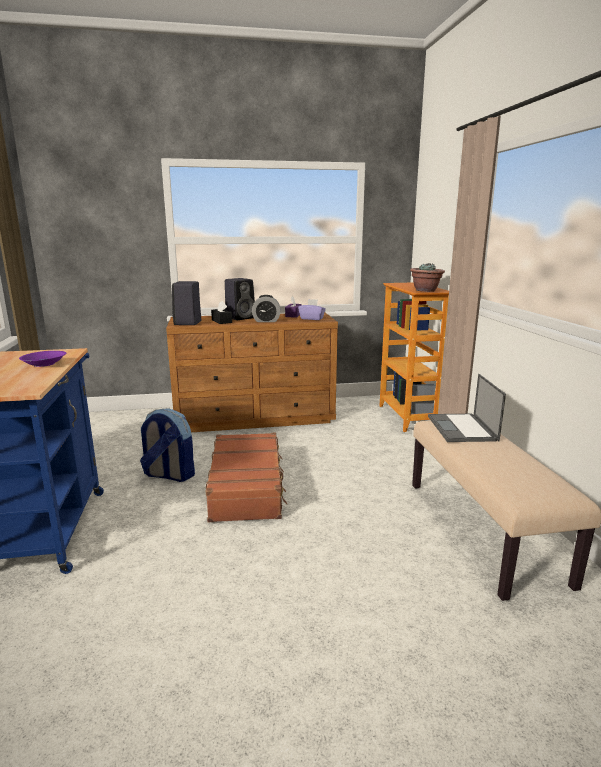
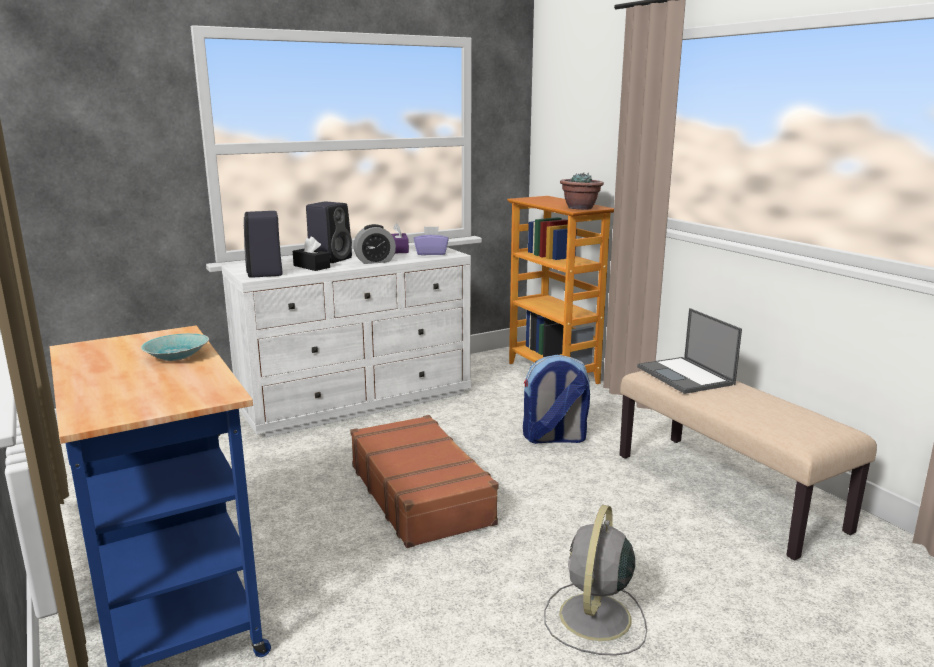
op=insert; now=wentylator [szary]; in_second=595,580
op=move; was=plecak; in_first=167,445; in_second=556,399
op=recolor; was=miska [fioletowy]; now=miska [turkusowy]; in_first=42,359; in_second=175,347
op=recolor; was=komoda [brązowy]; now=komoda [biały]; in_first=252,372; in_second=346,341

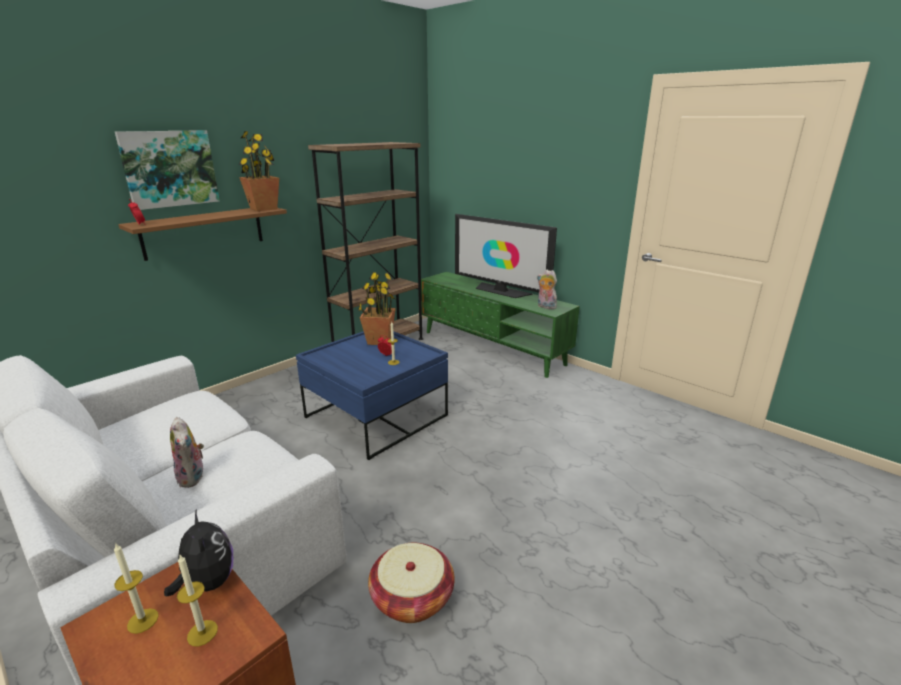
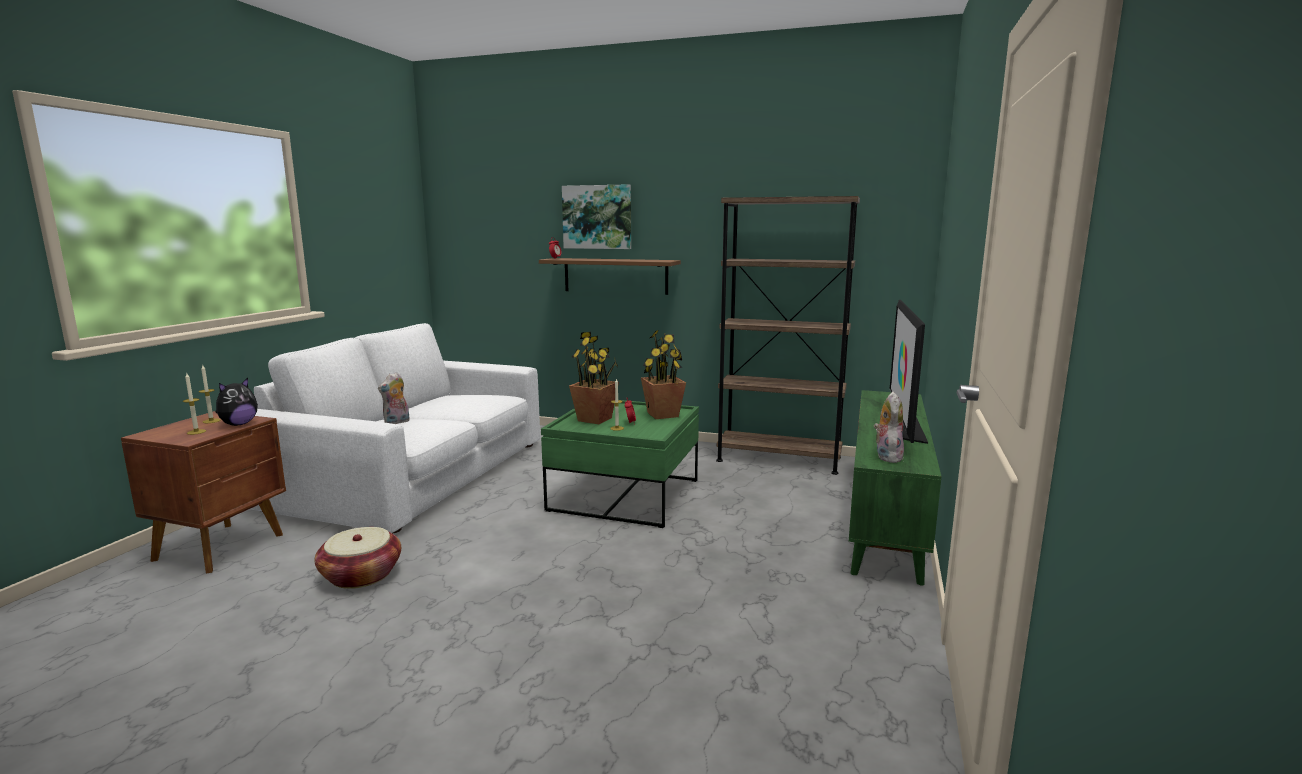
op=move; was=roślina doniczkowa; in_first=259,171; in_second=594,378
op=recolor; was=ława [niebieski]; now=ława [zielony]; in_first=372,395; in_second=620,464

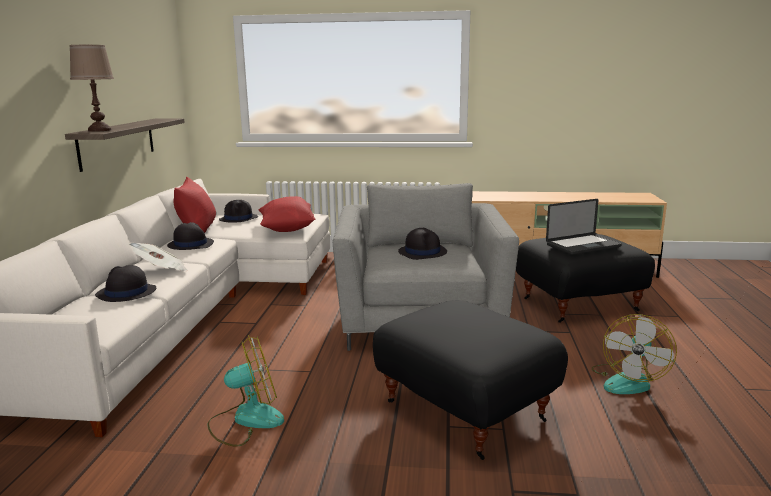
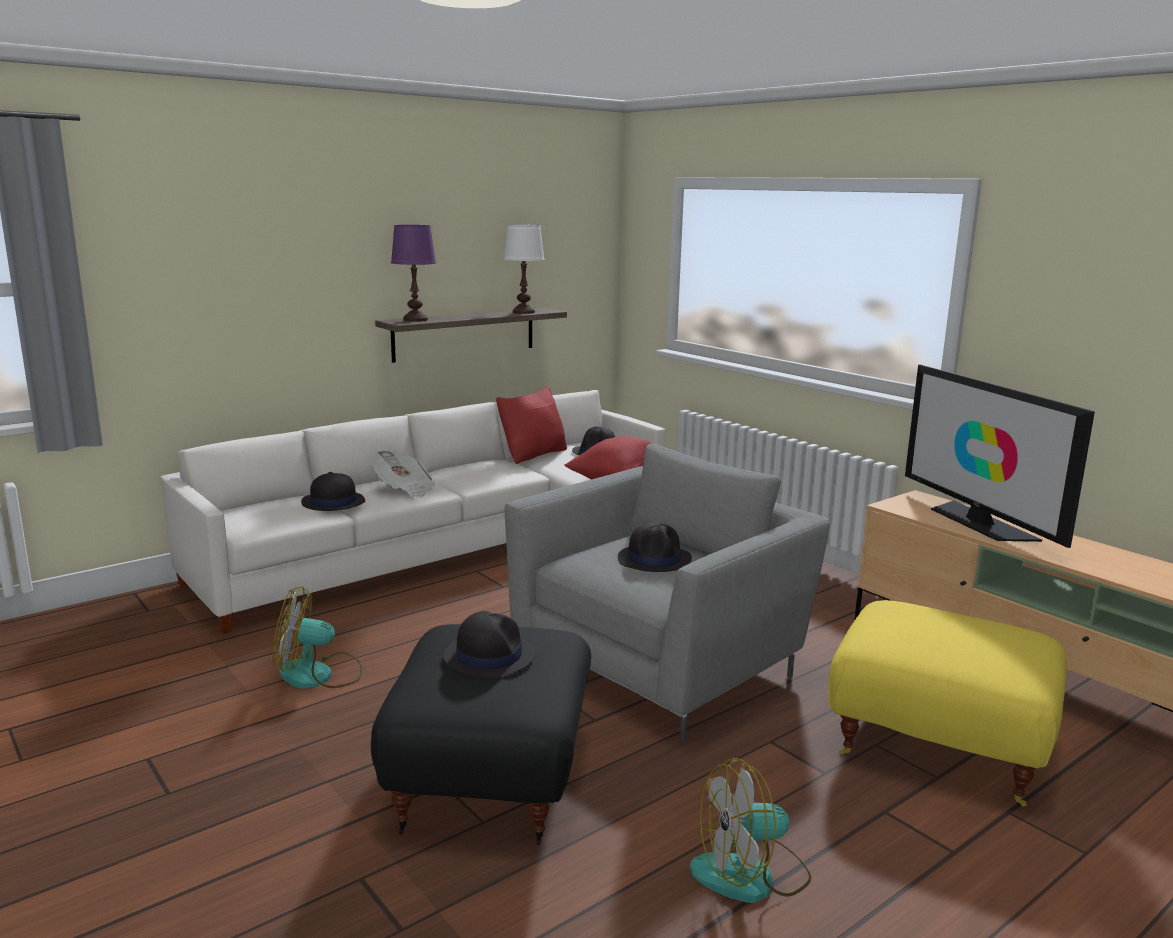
op=delete; was=laptop; in_first=584,227
op=insert; now=lampa stołowa [biały]; in_second=524,269
op=insert; now=telewizor; in_second=1000,456
op=move; was=kapelusz [czarny]; in_first=190,236; in_second=489,645
op=recolor; was=lampa stołowa [brązowy]; now=lampa stołowa [fioletowy]; in_first=91,88; in_second=413,273
op=recolor; was=pufa [czarny]; now=pufa [żółty]; in_first=585,278; in_second=948,703
op=rotate; was=wentylator; in_first=246,391; in_second=317,637; clockwise=150

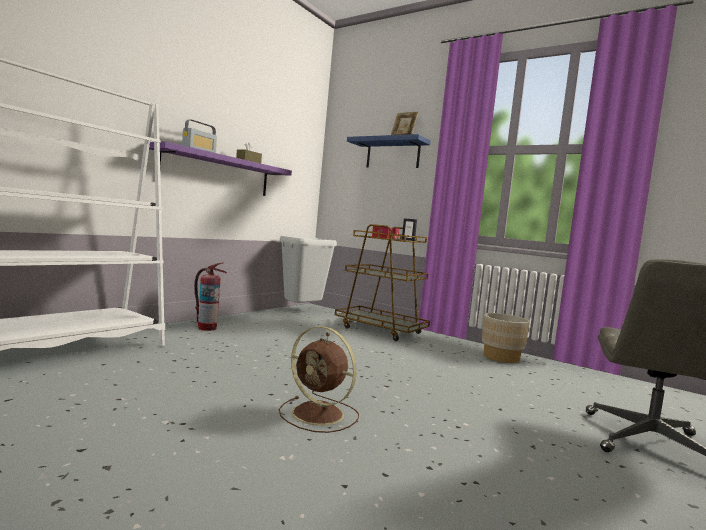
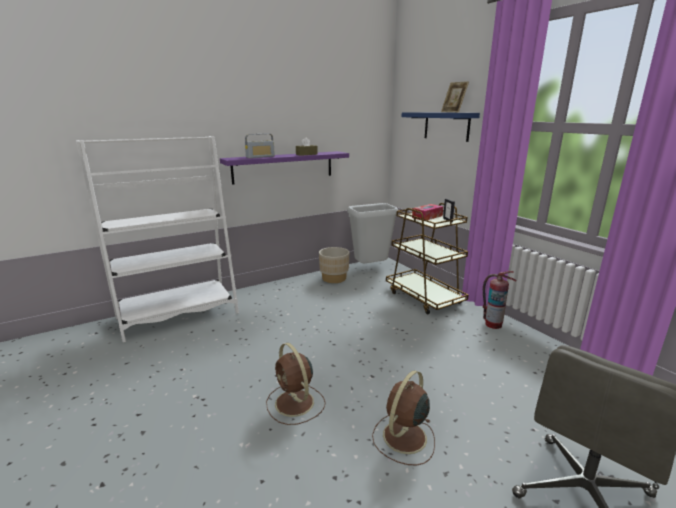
op=insert; now=wentylator [brązowy]; in_second=403,418
op=move; was=gaśnica; in_first=210,297; in_second=499,300
op=move; was=donica [beżowy]; in_first=506,338; in_second=334,265

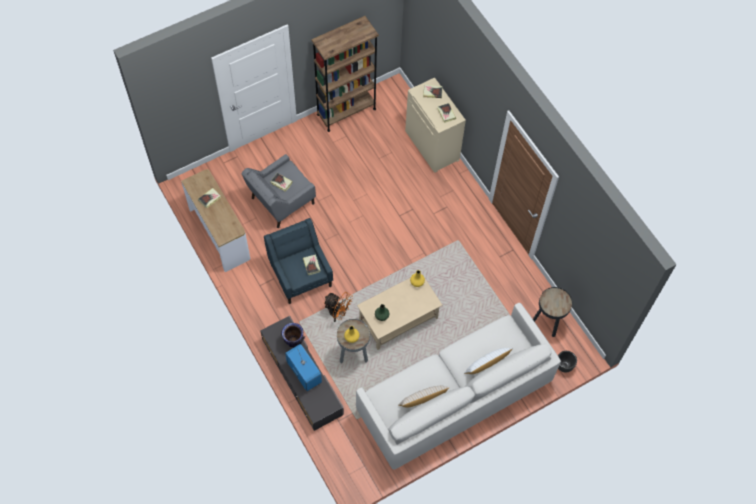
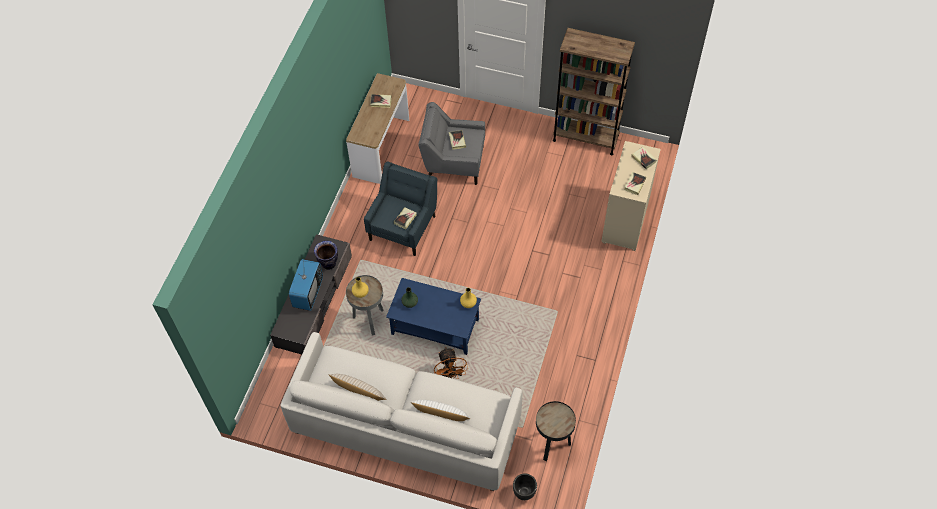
op=move; was=wentylator [pomarańczowy]; in_first=338,307; in_second=451,363
op=recolor; was=ława [beżowy]; now=ława [niebieski]; in_first=399,311; in_second=433,316

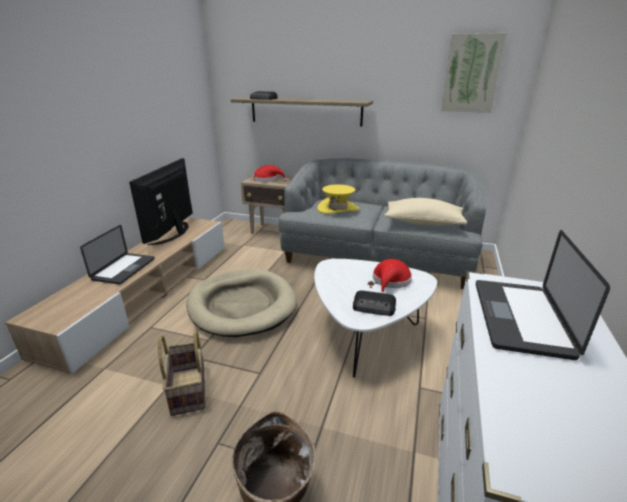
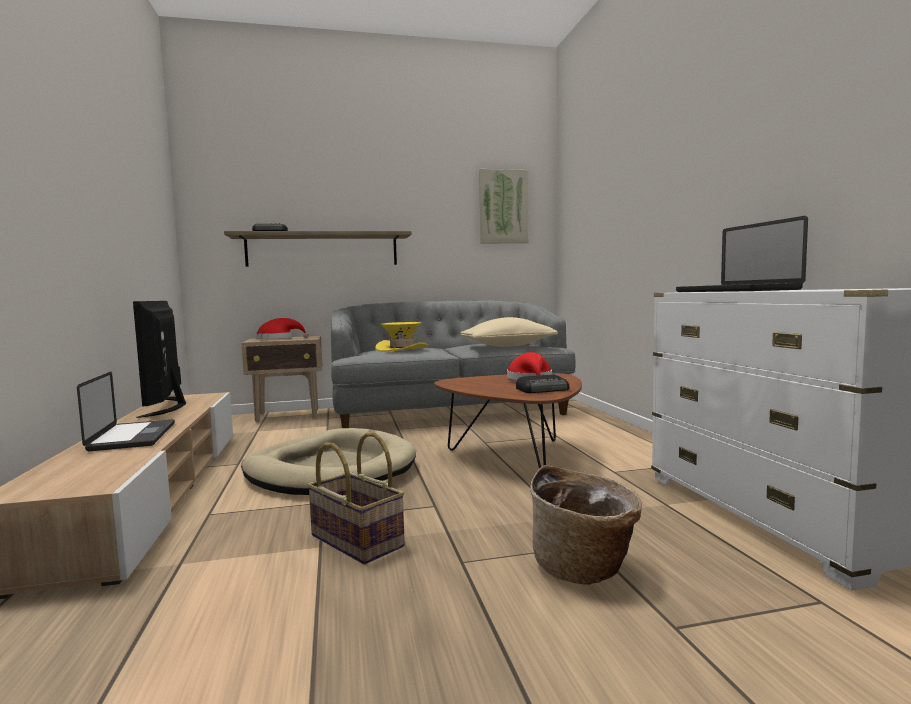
op=recolor; was=ława [biały]; now=ława [brązowy]; in_first=375,318; in_second=508,421

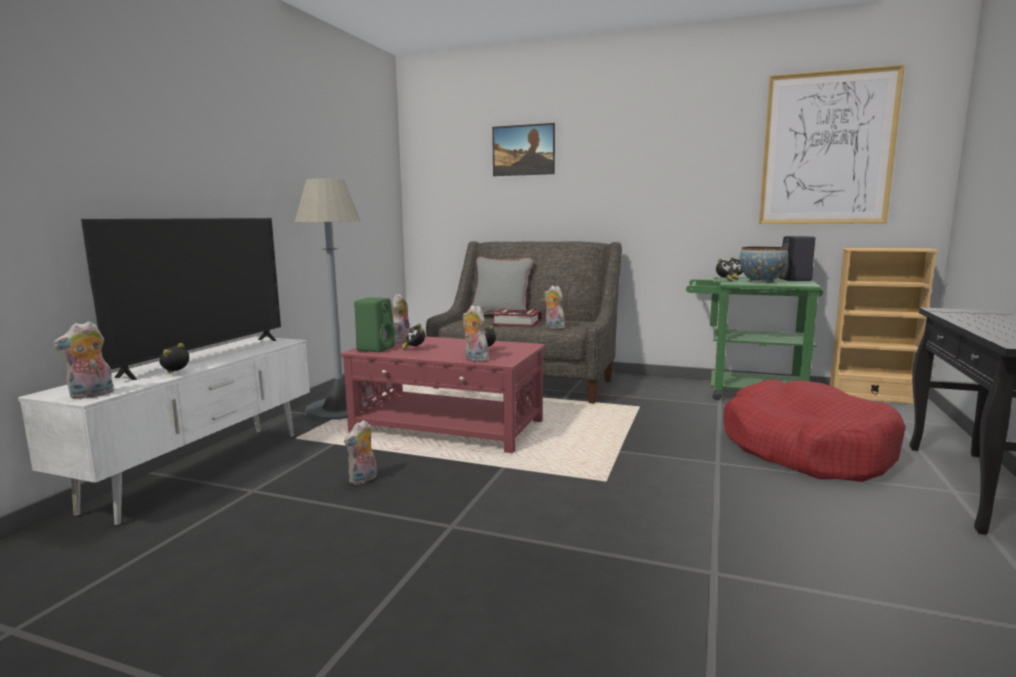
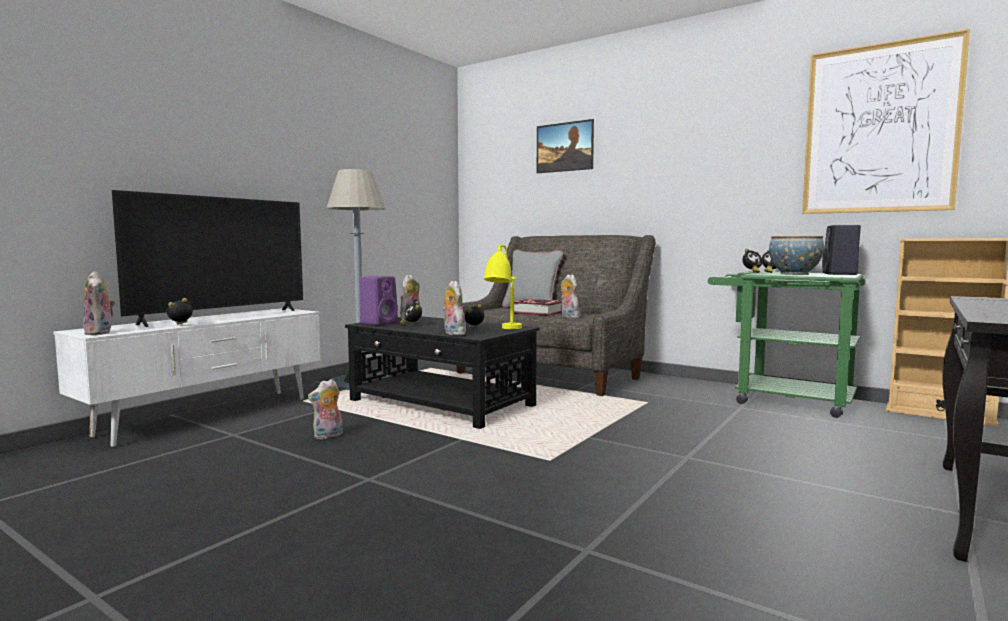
op=delete; was=legowisko [czerwony]; in_first=814,430
op=insert; now=lampa stołowa [żółty]; in_second=503,287
op=recolor; was=ława [czerwony]; now=ława [czarny]; in_first=442,394; in_second=442,372
op=recolor; was=głośnik [zielony]; now=głośnik [fioletowy]; in_first=374,324; in_second=379,300
op=rotate; was=pluszak; in_first=83,360; in_second=99,303; clockwise=-90

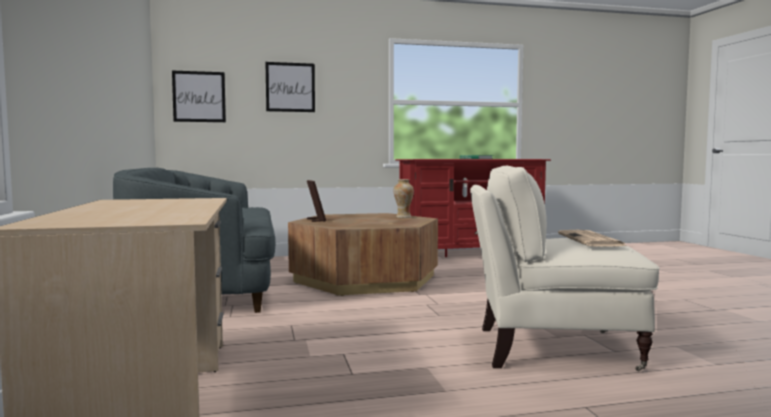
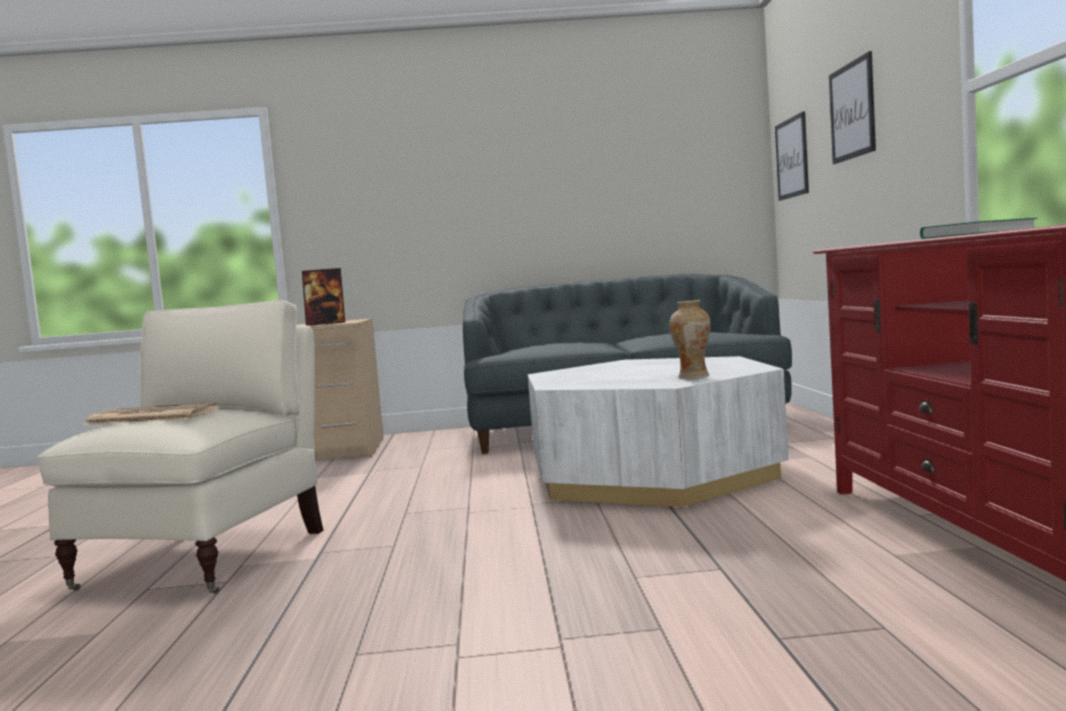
op=move; was=ramka na zdjęcie; in_first=316,201; in_second=323,297
op=recolor; was=ława [brązowy]; now=ława [biały]; in_first=363,254; in_second=658,432

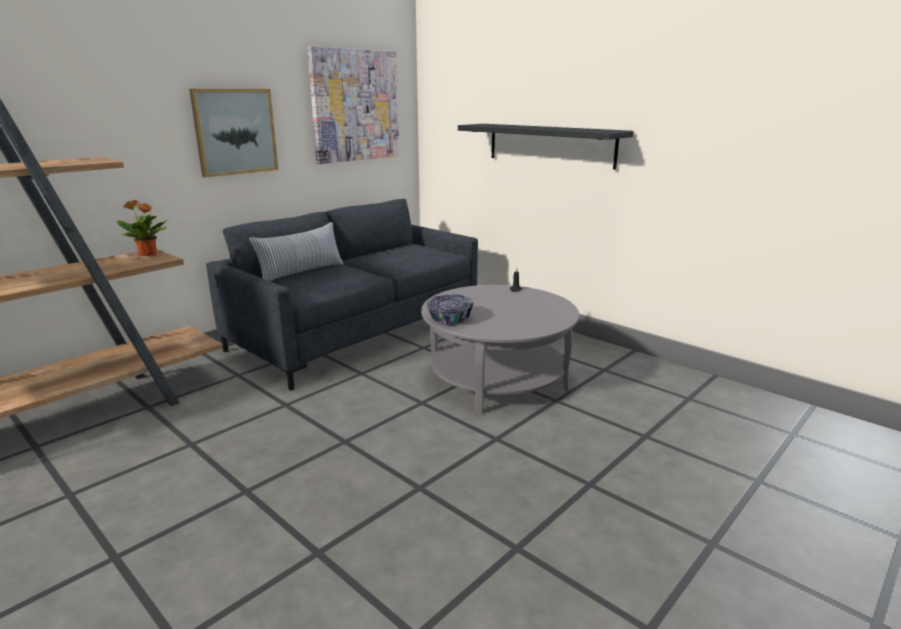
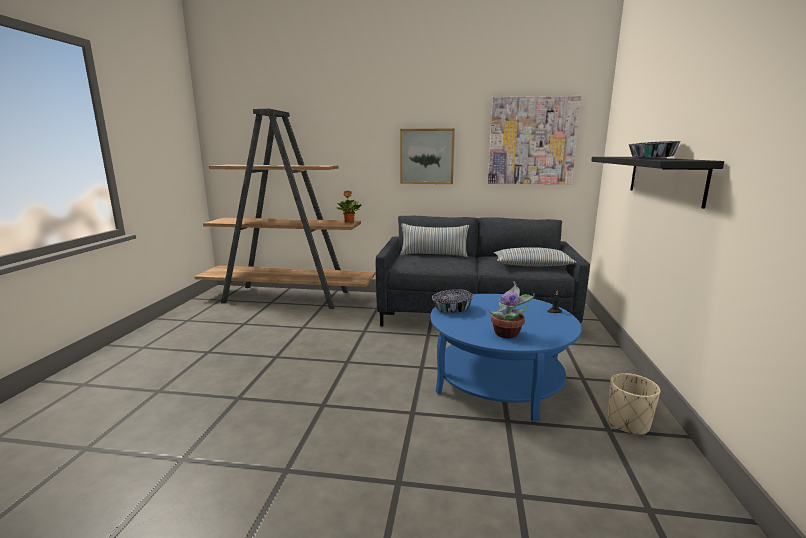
op=insert; now=roślina doniczkowa; in_second=511,309
op=insert; now=poduszka; in_second=535,257
op=insert; now=donica [beżowy]; in_second=634,404
op=insert; now=miska; in_second=654,150
op=recolor; was=ława [szary]; now=ława [niebieski]; in_first=500,349; in_second=506,358

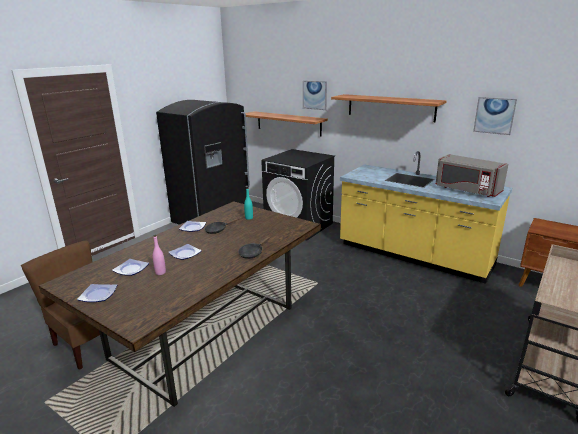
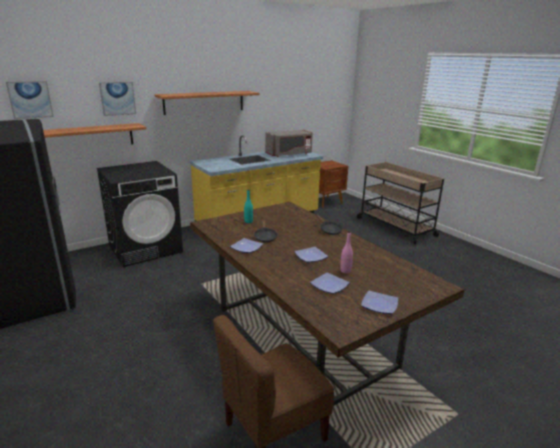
op=move; was=obraz; in_first=495,116; in_second=30,100

